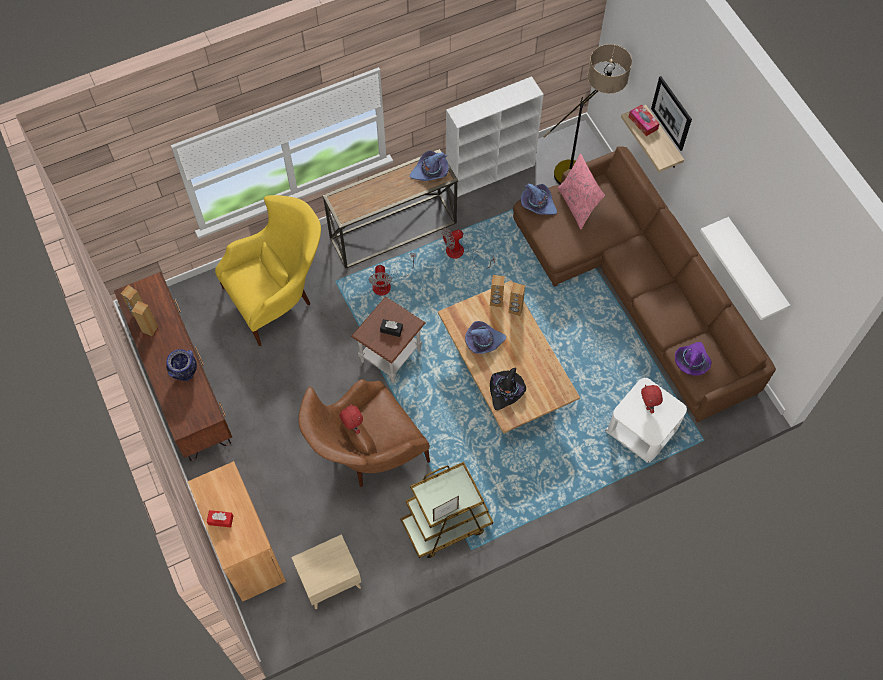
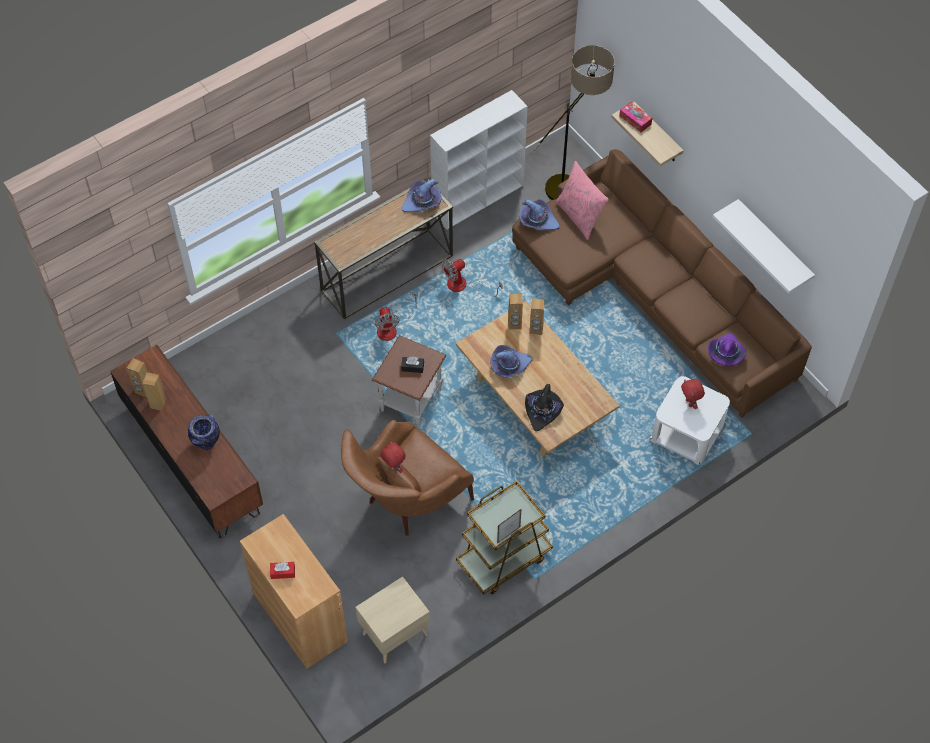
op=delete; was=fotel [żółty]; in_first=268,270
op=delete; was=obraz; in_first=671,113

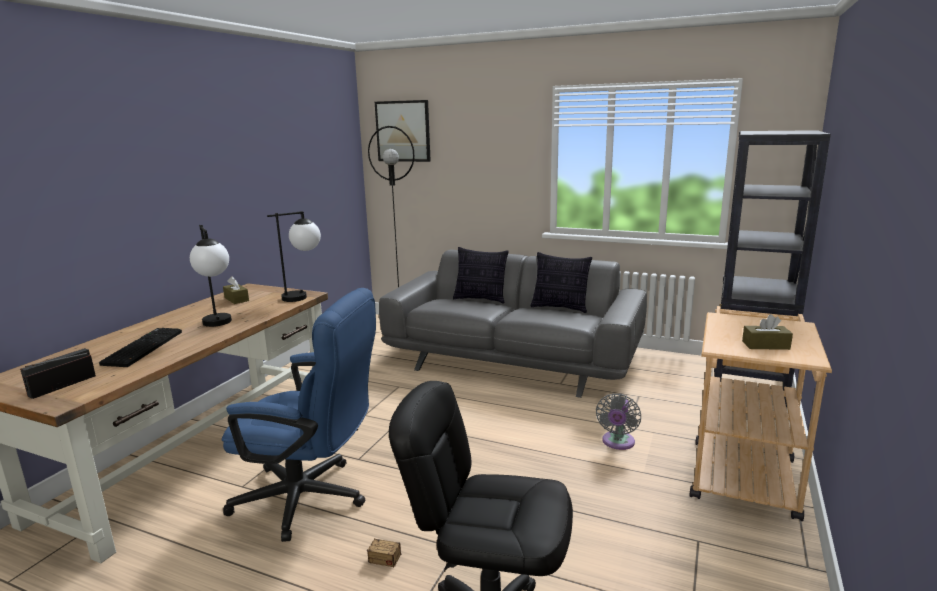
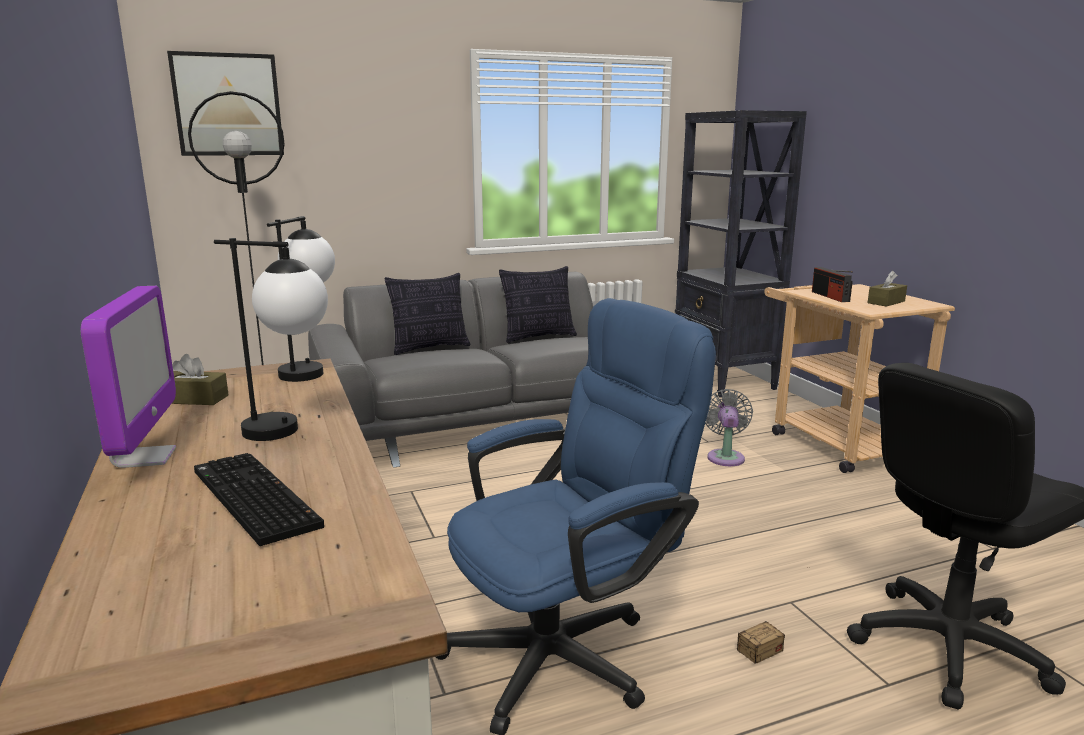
op=insert; now=monitor; in_second=128,377
op=move; was=radio; in_first=58,373; in_second=832,284
op=rotate; was=wentylator [szary]; in_first=618,421; in_second=729,427; clockwise=-150

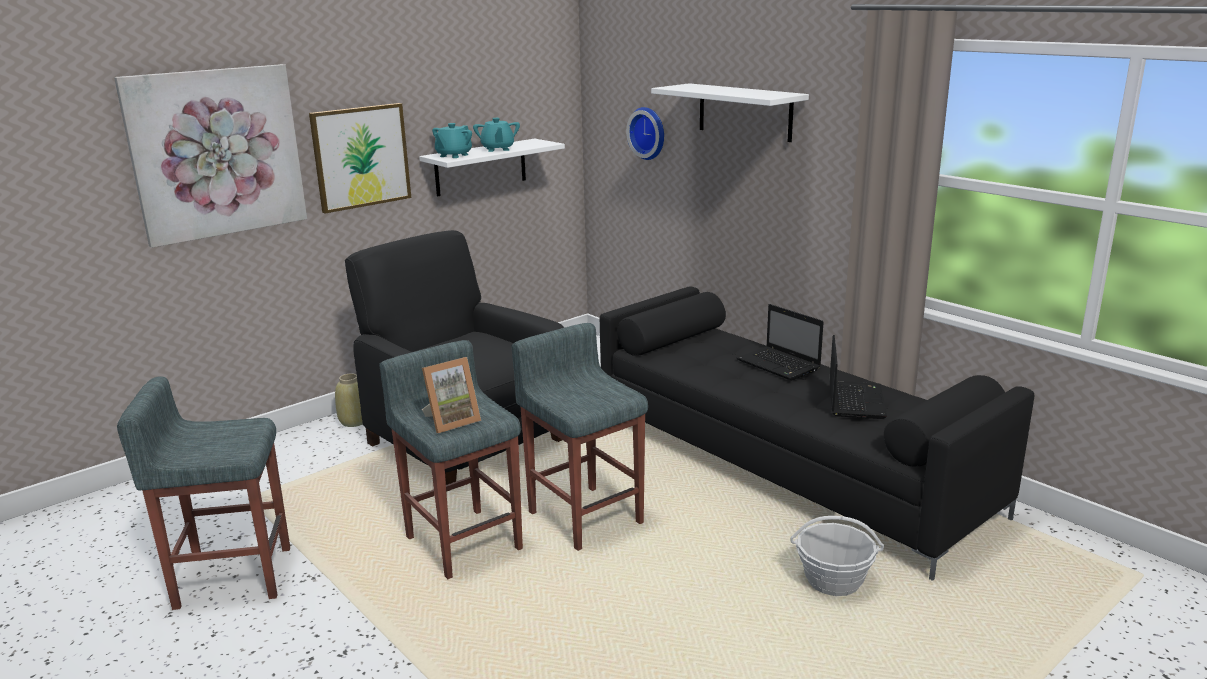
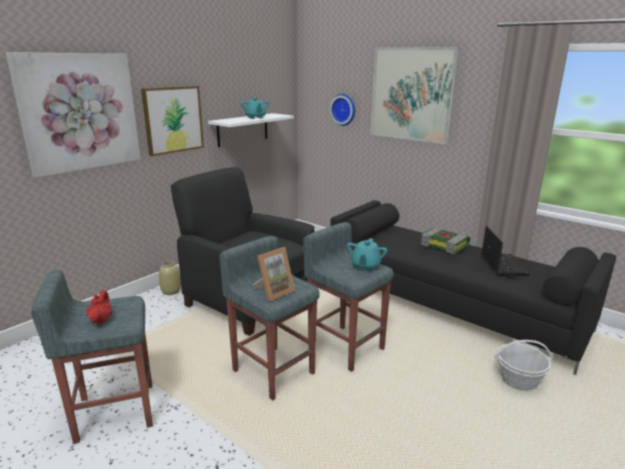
op=insert; now=imbryk [czerwony]; in_second=99,307
op=move; was=imbryk [turkusowy]; in_first=452,140; in_second=367,254
op=replace; was=półka [biały]; now=obraz; in_first=730,112; in_second=415,95
op=replace; was=laptop; now=książka; in_first=780,342; in_second=445,241

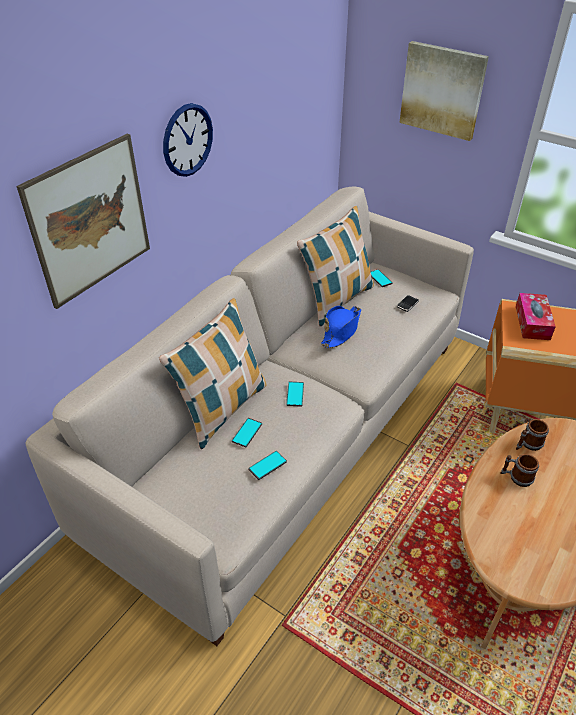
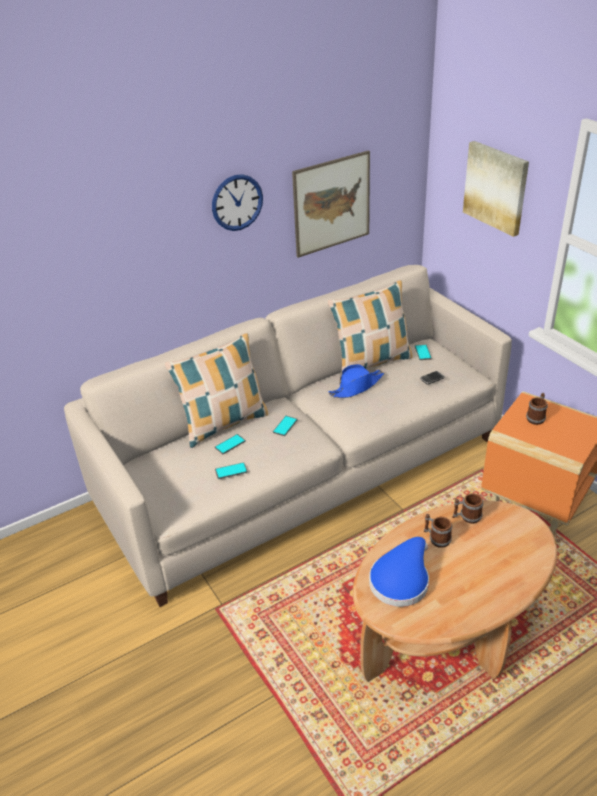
op=insert; now=kapelusz [niebieski]; in_second=399,572
op=move; was=obraz; in_first=83,221; in_second=331,204
op=replace; was=pudełko chusteczek; now=kubek; in_first=536,316; in_second=537,409

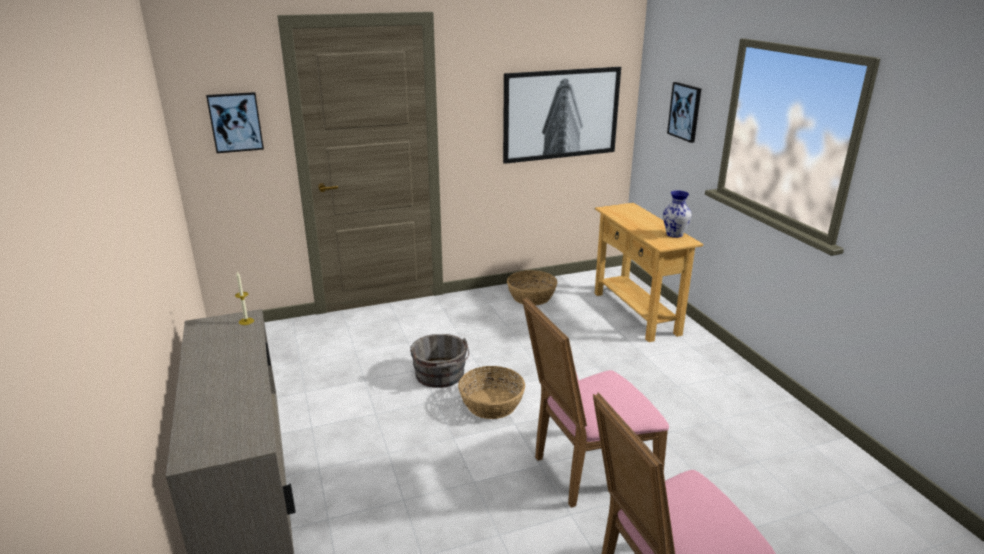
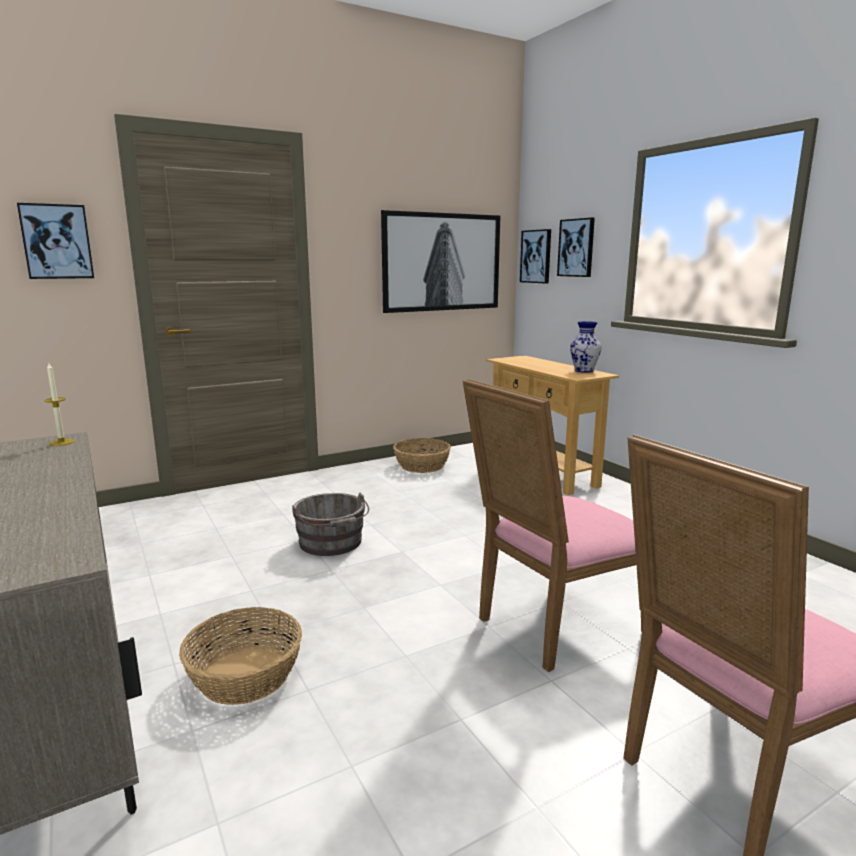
op=insert; now=obraz; in_second=535,256
op=move; was=koszyk; in_first=491,392; in_second=240,656

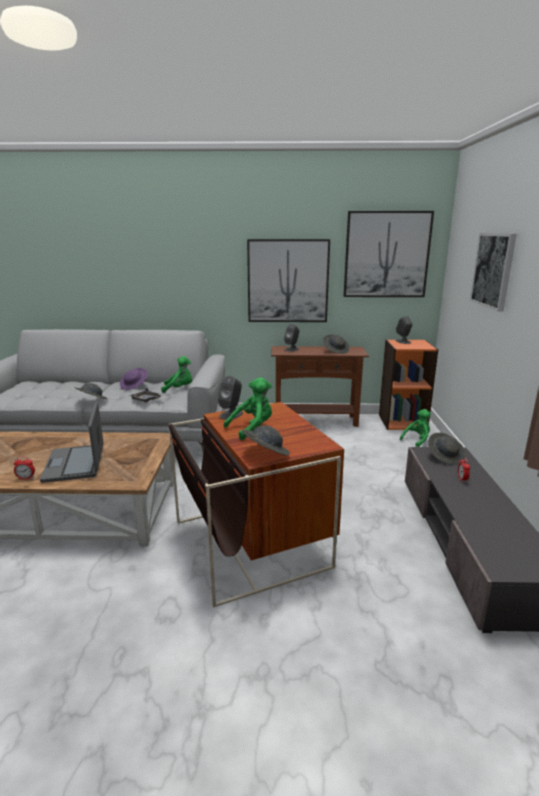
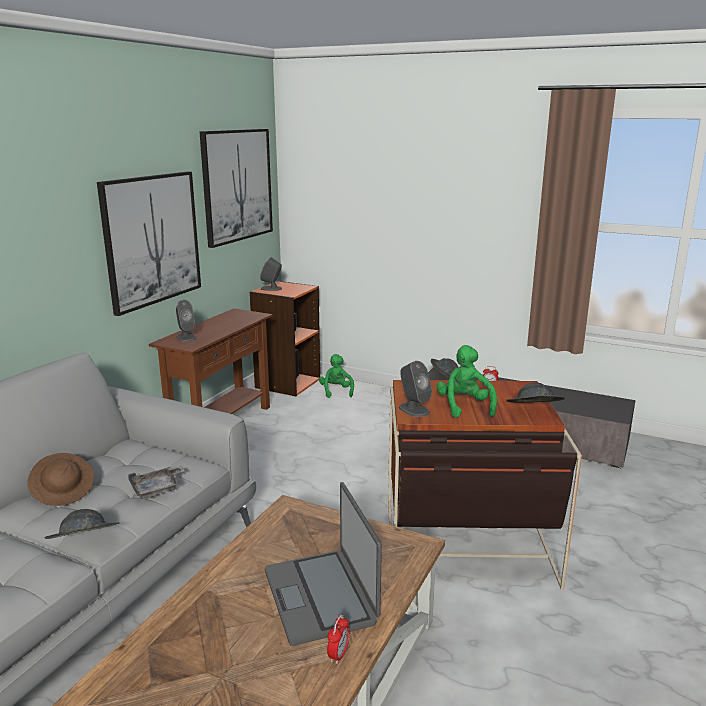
op=delete; was=pluszak [zielony]; in_first=176,374
op=delete; was=kapelusz [szary]; in_first=336,344
op=delete; was=obraz; in_first=493,272
op=recolor; was=kapelusz [fioletowy]; now=kapelusz [brązowy]; in_first=134,379; in_second=60,479
op=rotate; was=laptop; in_first=72,442; in_second=323,564; clockwise=60

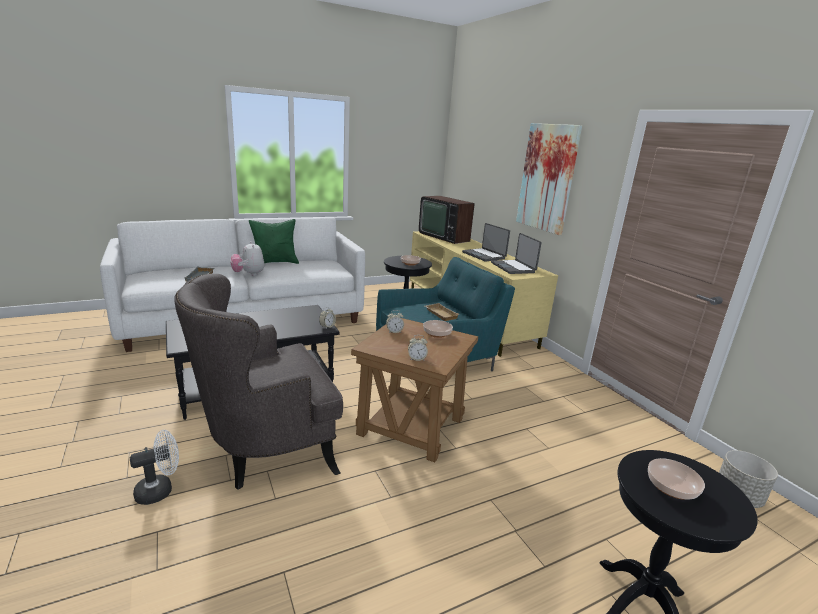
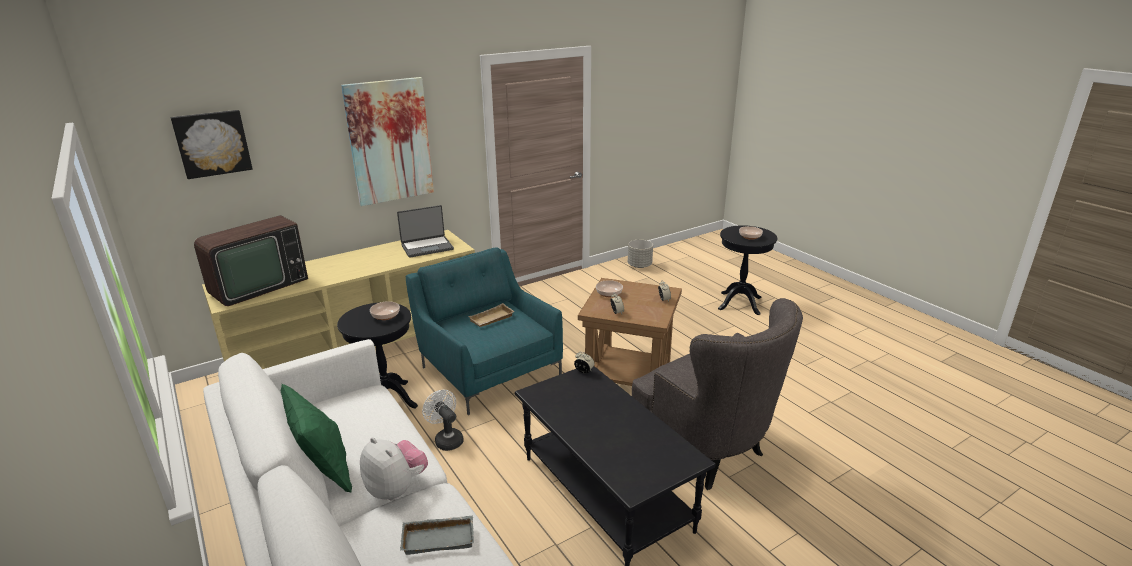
op=delete; was=laptop; in_first=486,242
op=insert; now=obraz; in_second=212,144
op=move; was=wentylator [biały]; in_first=154,467; in_second=443,420
op=rotate; was=pluszak; in_first=247,258; in_second=394,469; clockwise=-105

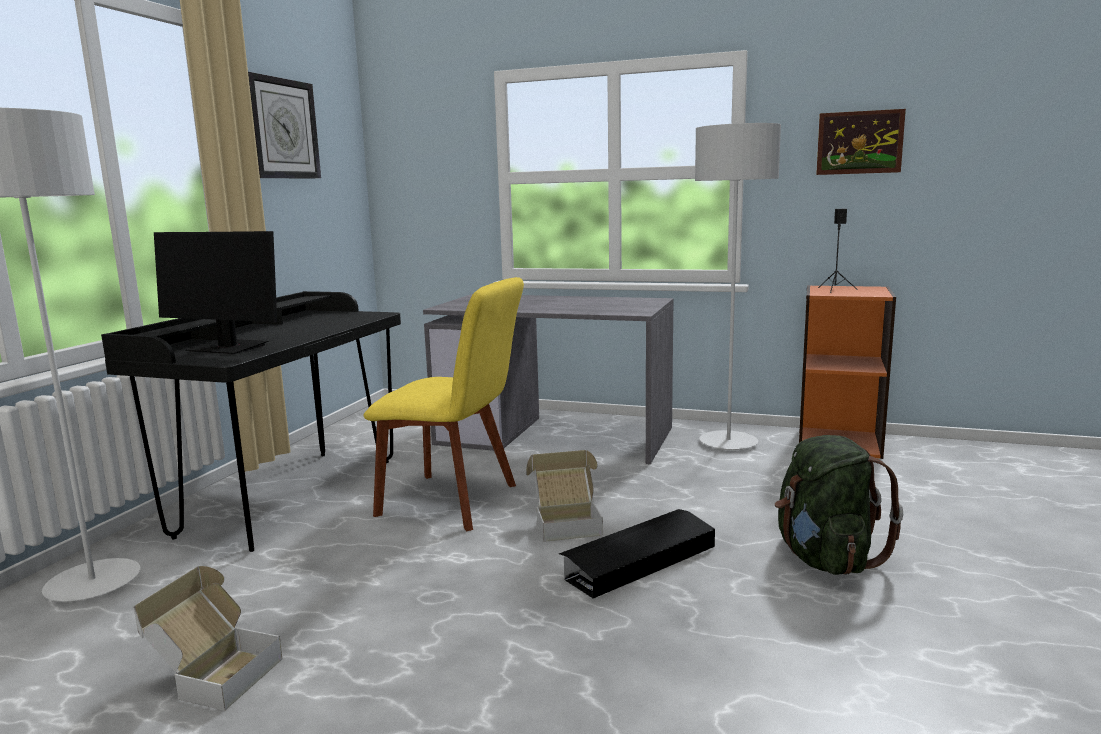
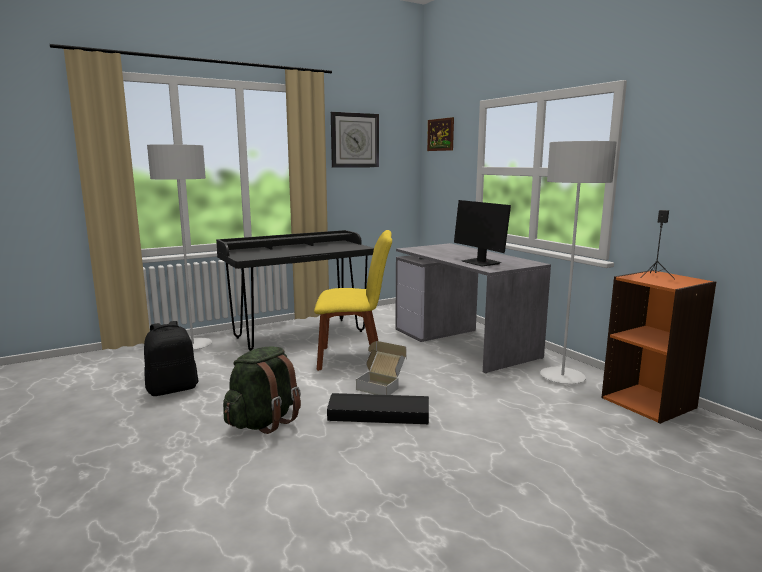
op=move; was=monitor; in_first=215,292; in_second=482,233
op=move; was=plecak [zielony]; in_first=839,505; in_second=262,390
op=move; was=obraz; in_first=861,142; in_second=440,134
op=replace; was=karton; now=plecak [czarny]; in_first=207,638; in_second=171,358
op=rotate; was=krzesło [żółty]; in_first=444,404; in_second=353,300; clockwise=-60

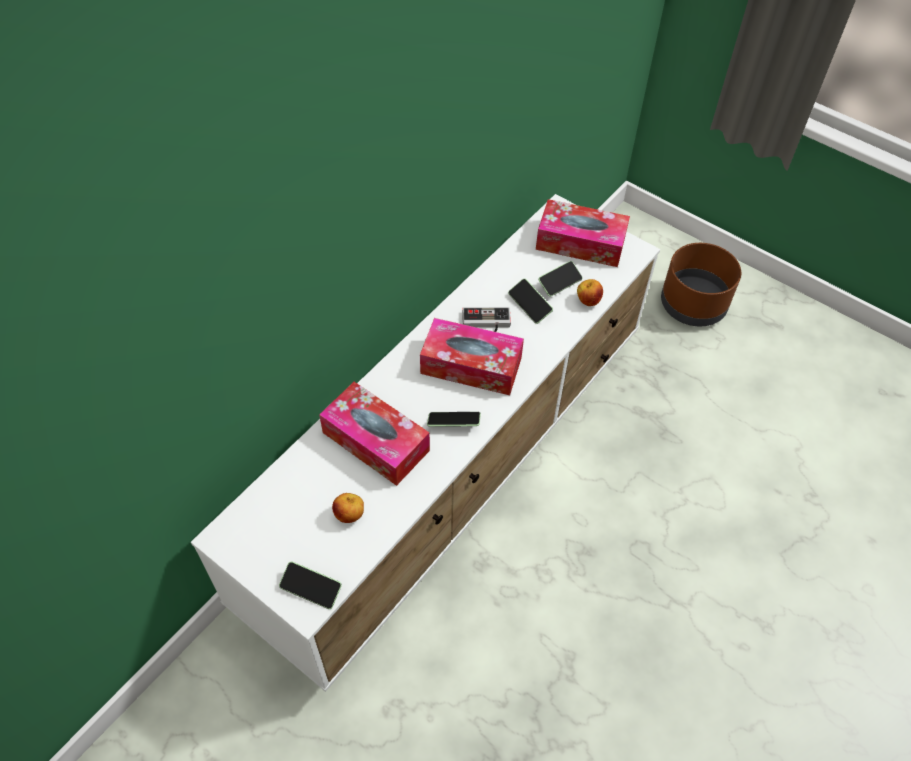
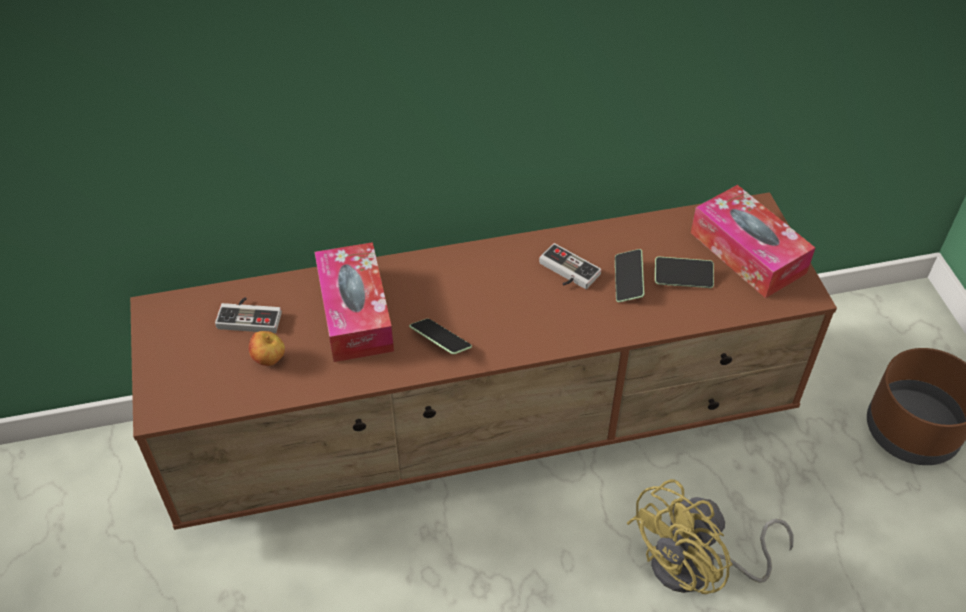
op=delete; was=telefon; in_first=310,585
op=delete; was=pudełko chusteczek; in_first=472,356
op=delete; was=jabłko; in_first=590,292
op=insert; now=pad do gier; in_second=248,315
op=insert; now=wentylator [żółty]; in_second=710,536
op=recolor; was=szafka pod telewizor [biały]; now=szafka pod telewizor [brązowy]; in_first=425,443; in_second=483,361

